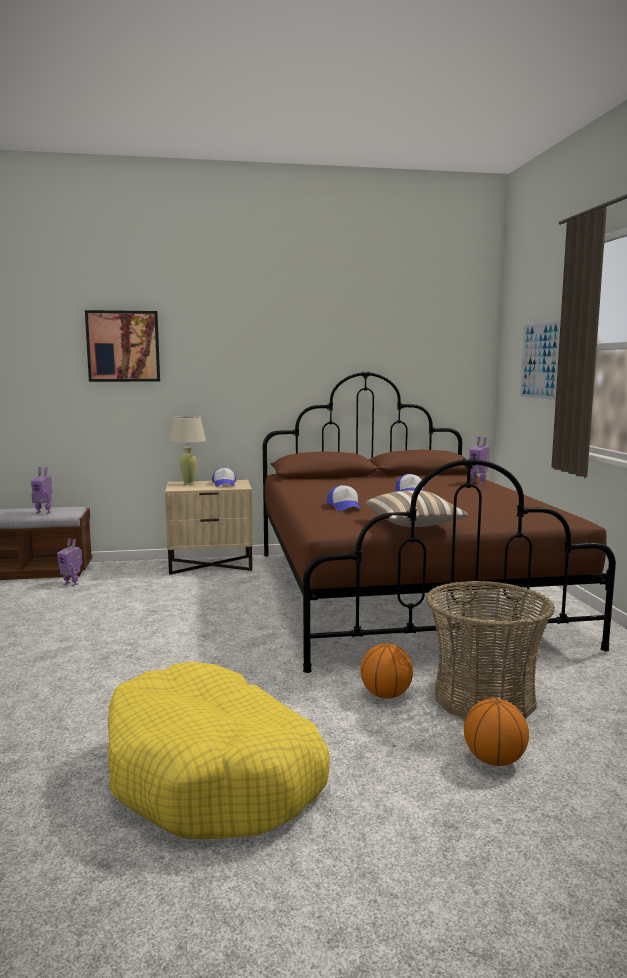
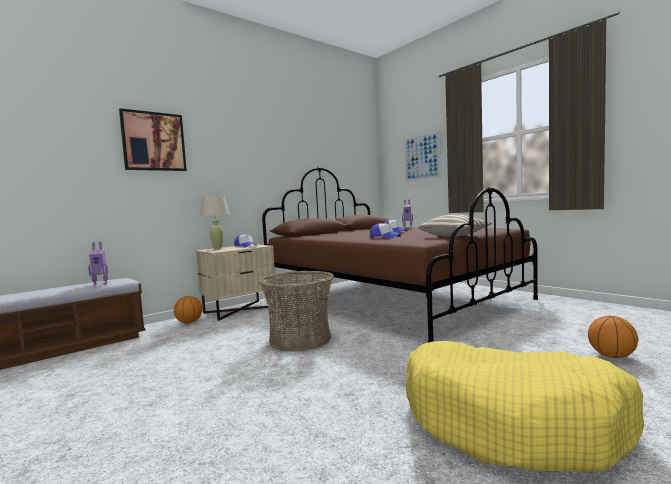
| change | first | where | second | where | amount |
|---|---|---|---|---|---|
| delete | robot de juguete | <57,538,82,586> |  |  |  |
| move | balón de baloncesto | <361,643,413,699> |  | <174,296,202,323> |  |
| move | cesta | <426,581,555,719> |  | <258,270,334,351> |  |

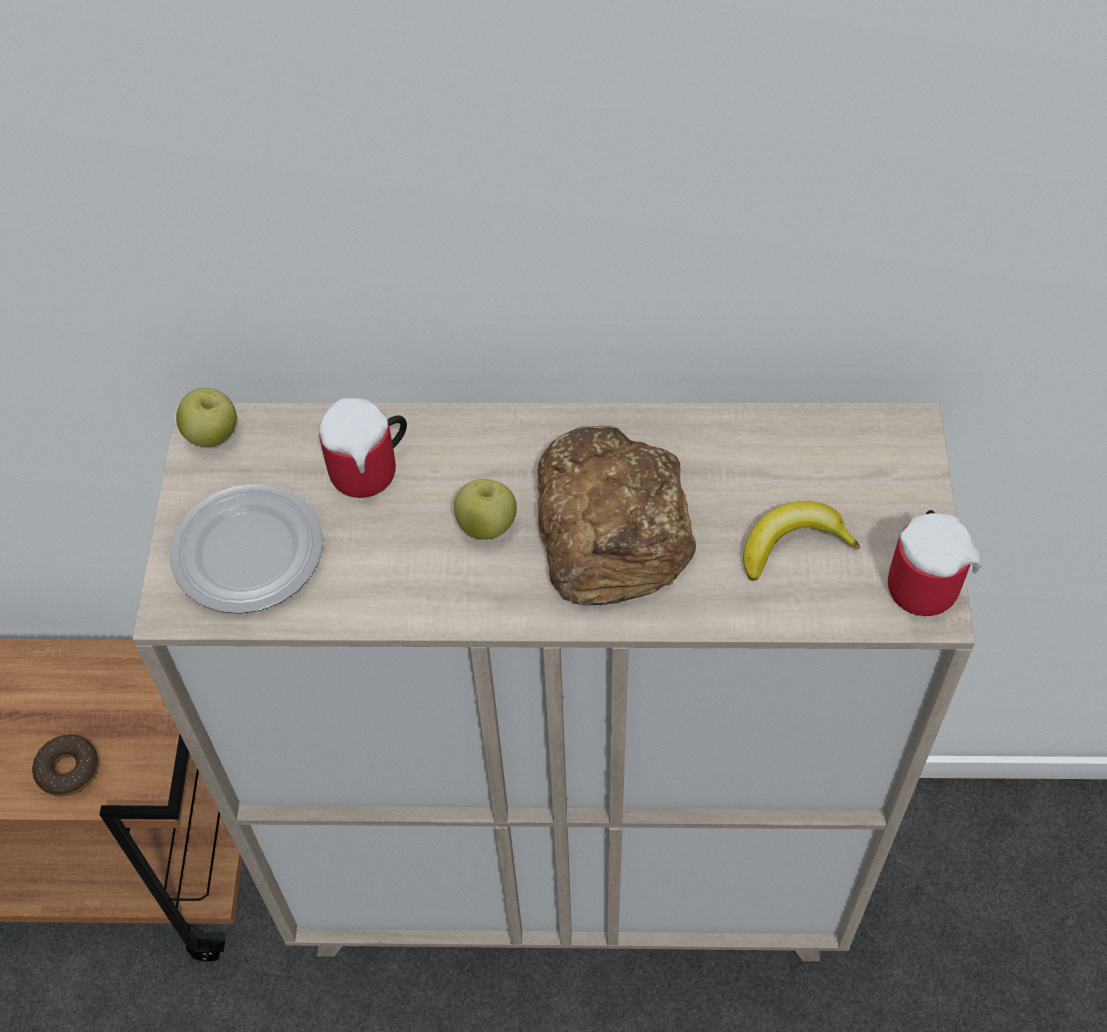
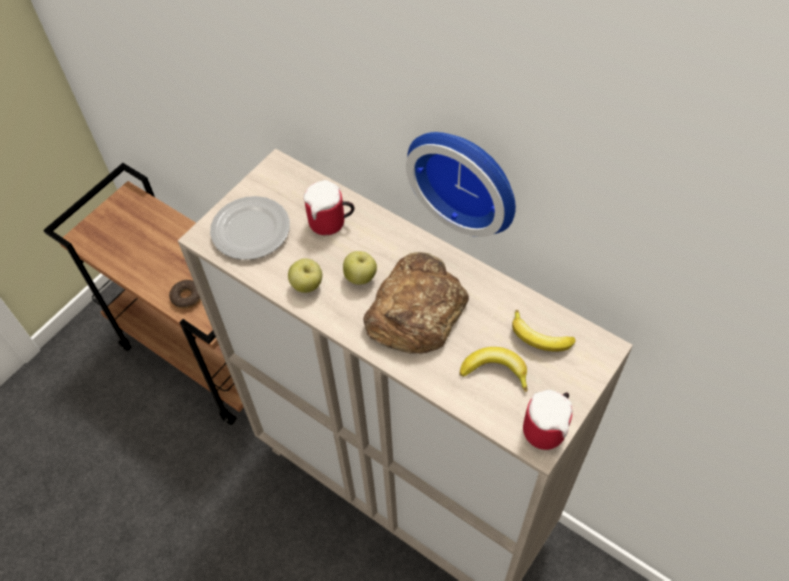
| change | first | where | second | where | amount |
|---|---|---|---|---|---|
| insert |  |  | reloj de pared | <406,132,516,237> |  |
| insert |  |  | plátano | <512,310,576,351> |  |
| move | manzana | <176,388,237,447> |  | <288,258,322,293> |  |

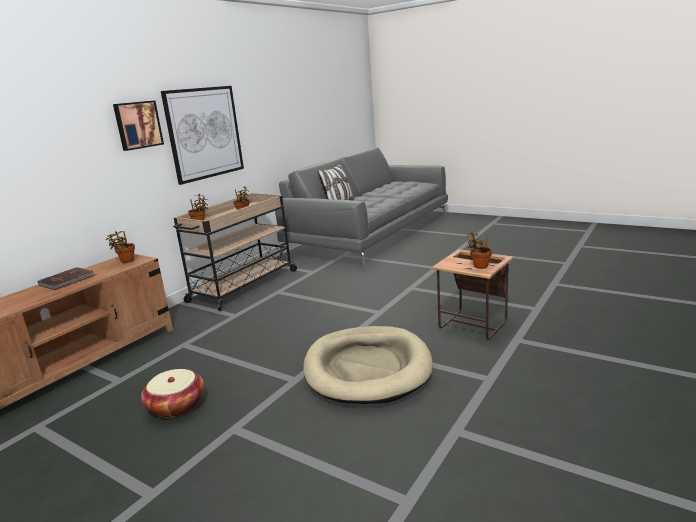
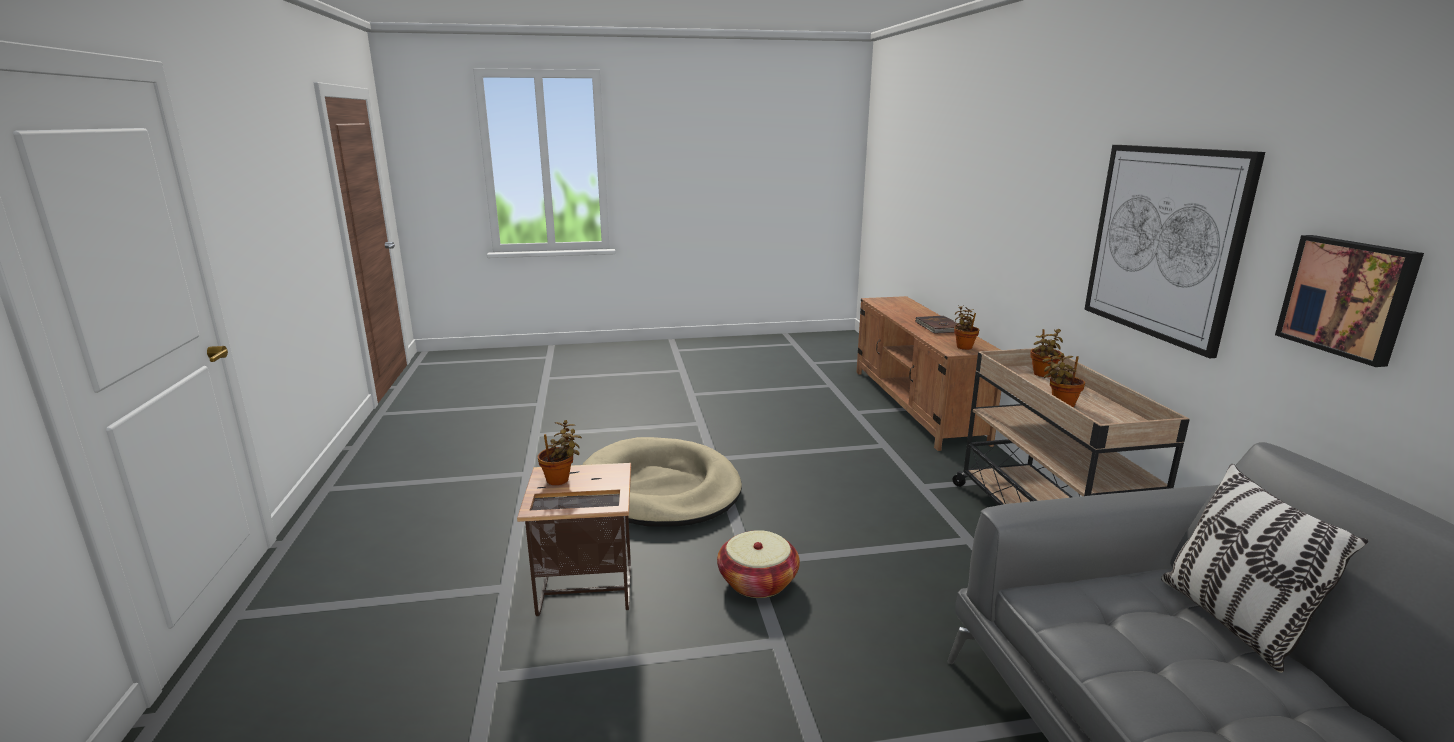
| change | first | where | second | where | amount |
|---|---|---|---|---|---|
| move | cuadro | <113,100,164,151> |  | <1275,235,1424,367> |  |
| move | cesta | <141,369,204,418> |  | <717,530,800,598> |  |

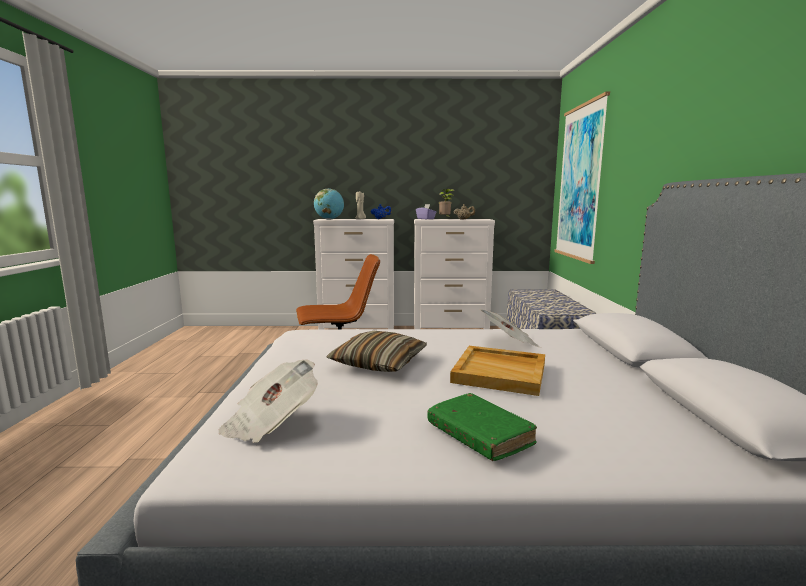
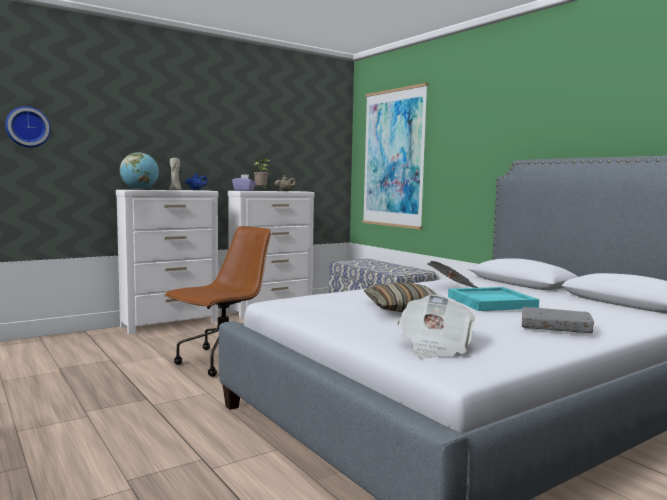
| change | first | where | second | where | amount |
|---|---|---|---|---|---|
| insert |  |  | reloj de pared | <5,106,51,148> |  |
| recolor | libro (verde) | <427,393,537,461> | libro (gris) | <522,307,594,334> |  |
| recolor | bandeja (beis) | <450,346,545,396> | bandeja (turquesa) | <448,287,539,311> |  |

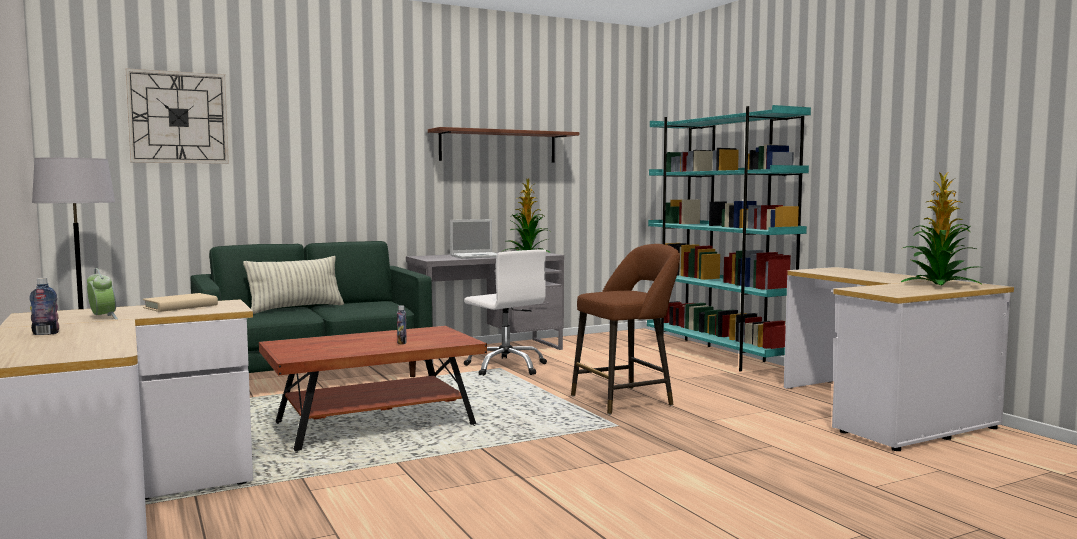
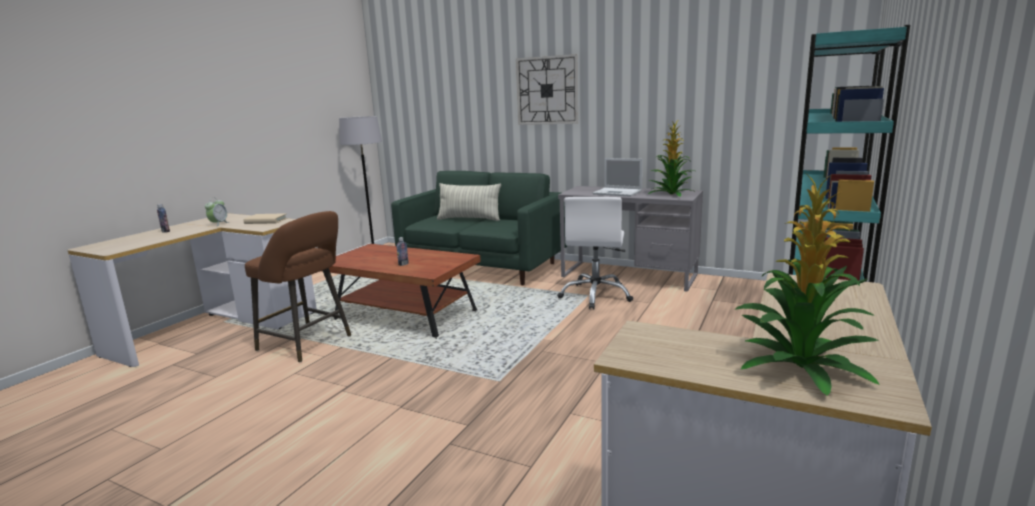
| change | first | where | second | where | amount |
|---|---|---|---|---|---|
| delete | estante | <428,127,579,163> |  |  |  |
| move | reloj de pared | <126,68,229,164> |  | <516,54,578,125> |  |
| move | taburete (marrón) | <571,244,680,415> |  | <245,211,351,363> |  |

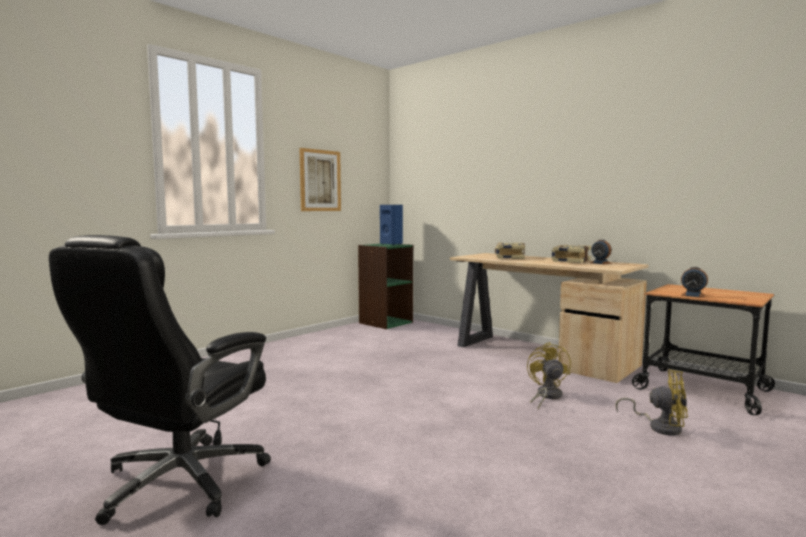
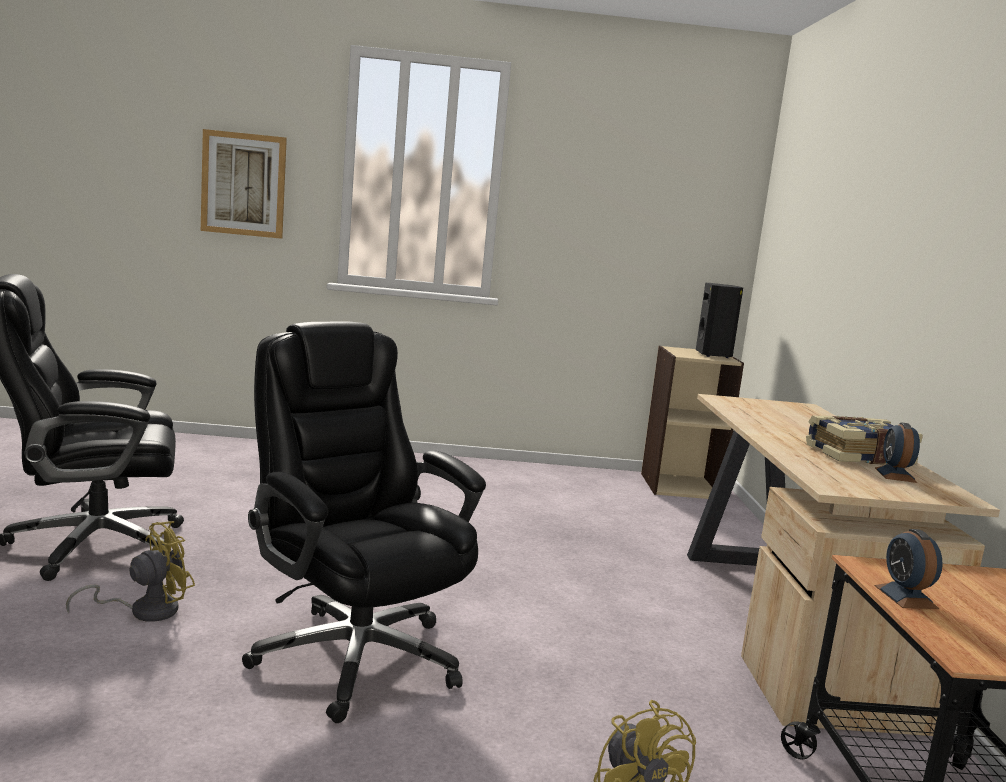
| change | first | where | second | where | amount |
|---|---|---|---|---|---|
| delete | libro | <495,243,525,259> |  |  |  |
| insert |  |  | silla de oficina (negro) | <242,321,486,723> |  |
| move | cuadro | <299,148,341,211> |  | <201,129,287,239> |  |
| move | ventilador (amarillo) | <527,342,571,409> |  | <66,521,195,622> |  |
| recolor | estantería (verde) | <358,244,413,329> | estantería (beis) | <641,346,744,499> |  |
| recolor | altavoz (azul) | <380,205,403,245> | altavoz (negro) | <696,283,743,358> |  |

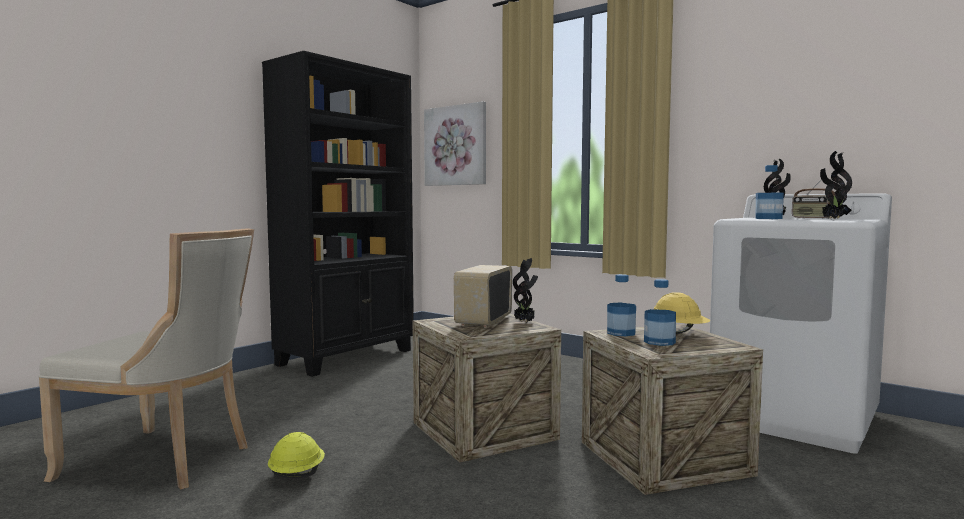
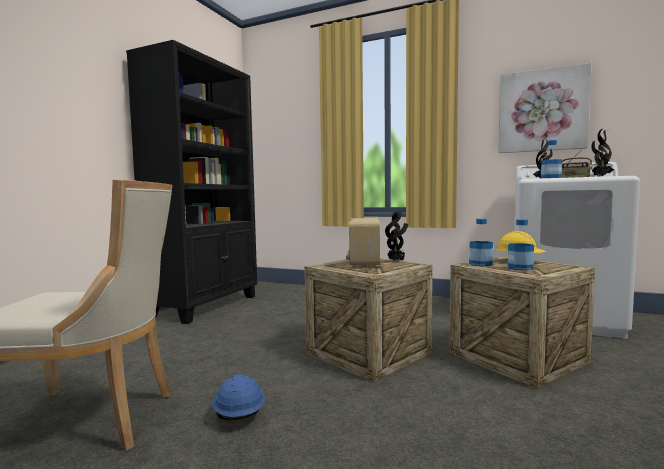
| change | first | where | second | where | amount |
|---|---|---|---|---|---|
| move | cuadro | <424,101,486,186> |  | <499,63,591,153> |  |
| recolor | casco (amarillo) | <268,432,325,478> | casco (azul) | <212,374,265,420> |  |

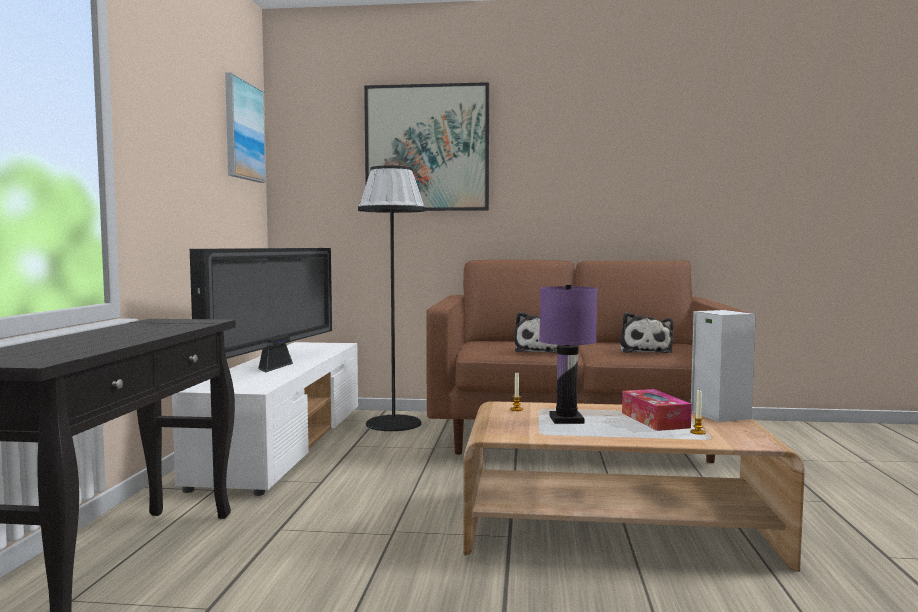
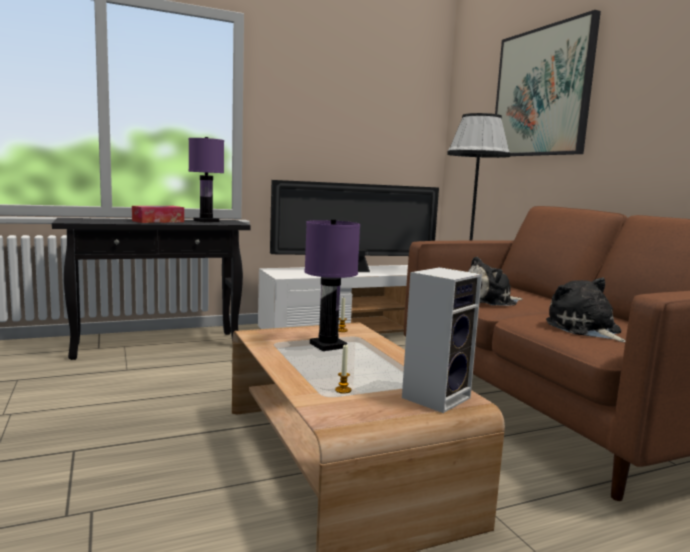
| change | first | where | second | where | amount |
|---|---|---|---|---|---|
| delete | cuadro | <225,72,266,183> |  |  |  |
| insert |  |  | lámpara de mesa (morado) | <189,137,224,222> |  |
| move | caja de pañuelos | <622,389,692,431> |  | <132,206,184,223> |  |
| rotate | peluche | <620,312,674,353> |  | <546,278,626,342> | 90 degrees clockwise |

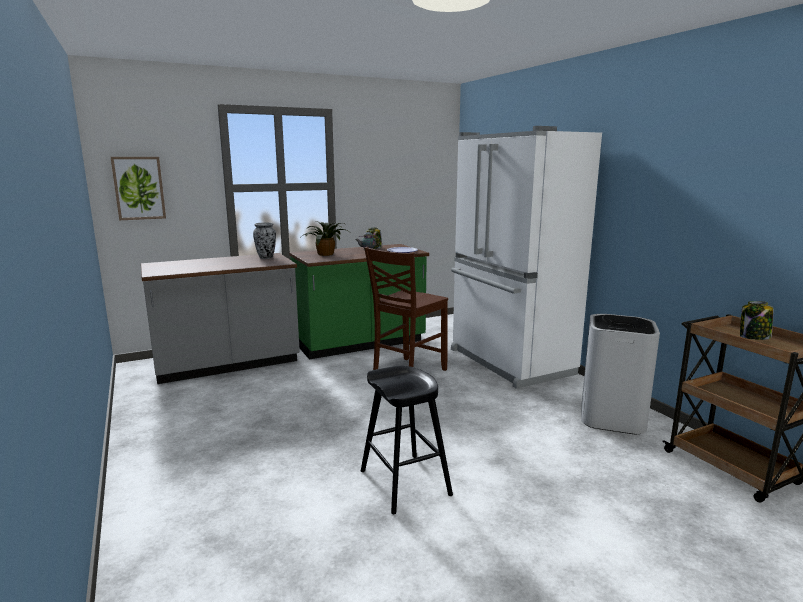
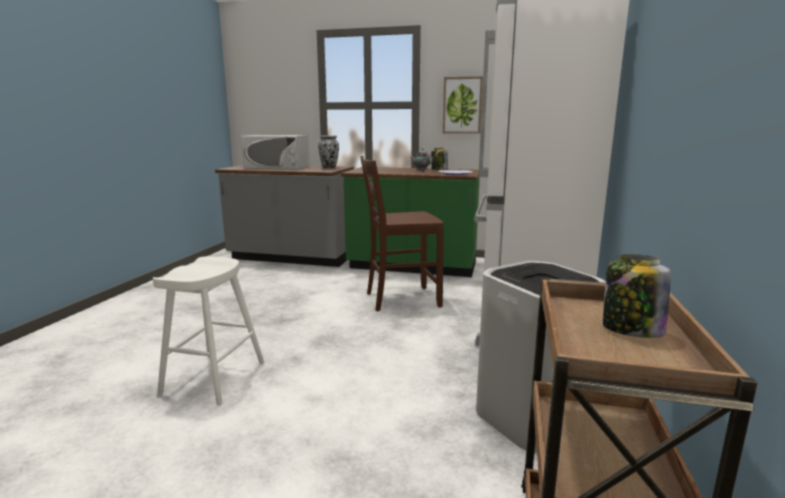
| change | first | where | second | where | amount |
|---|---|---|---|---|---|
| delete | planta en maceta | <299,221,347,256> |  |  |  |
| insert |  |  | microondas (blanco) | <241,135,310,169> |  |
| move | cuadro | <111,157,166,220> |  | <443,76,483,134> |  |
| recolor | taburete (negro) | <361,366,453,514> | taburete (blanco) | <153,257,265,406> |  |

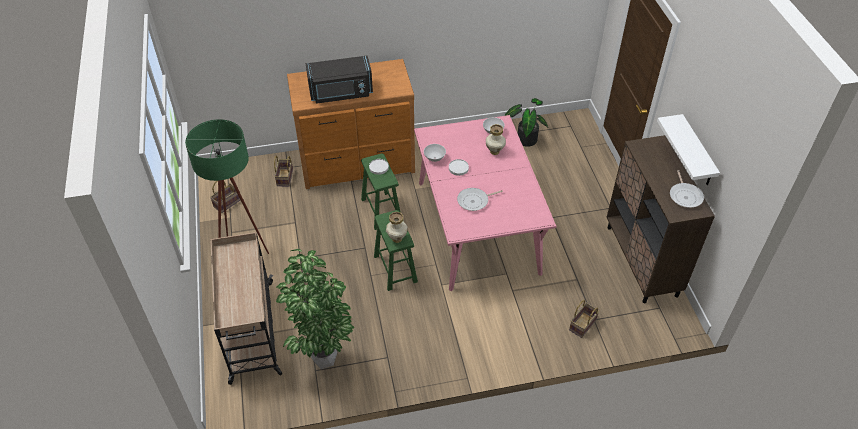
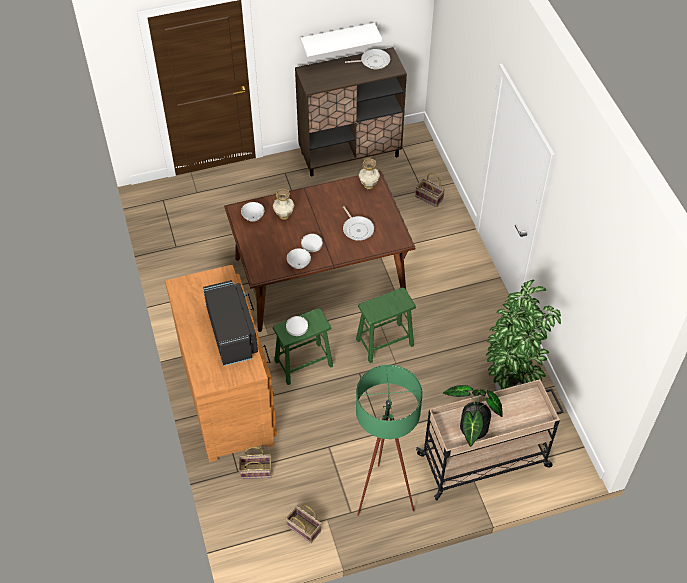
| change | first | where | second | where | amount |
|---|---|---|---|---|---|
| move | florero | <386,212,408,243> |  | <359,159,380,189> |  |
| move | planta en maceta | <504,98,548,147> |  | <443,385,502,447> |  |
| recolor | mesa de comedor (rosa) | <414,115,556,291> | mesa de comedor (marrón) | <224,170,416,332> |  |

